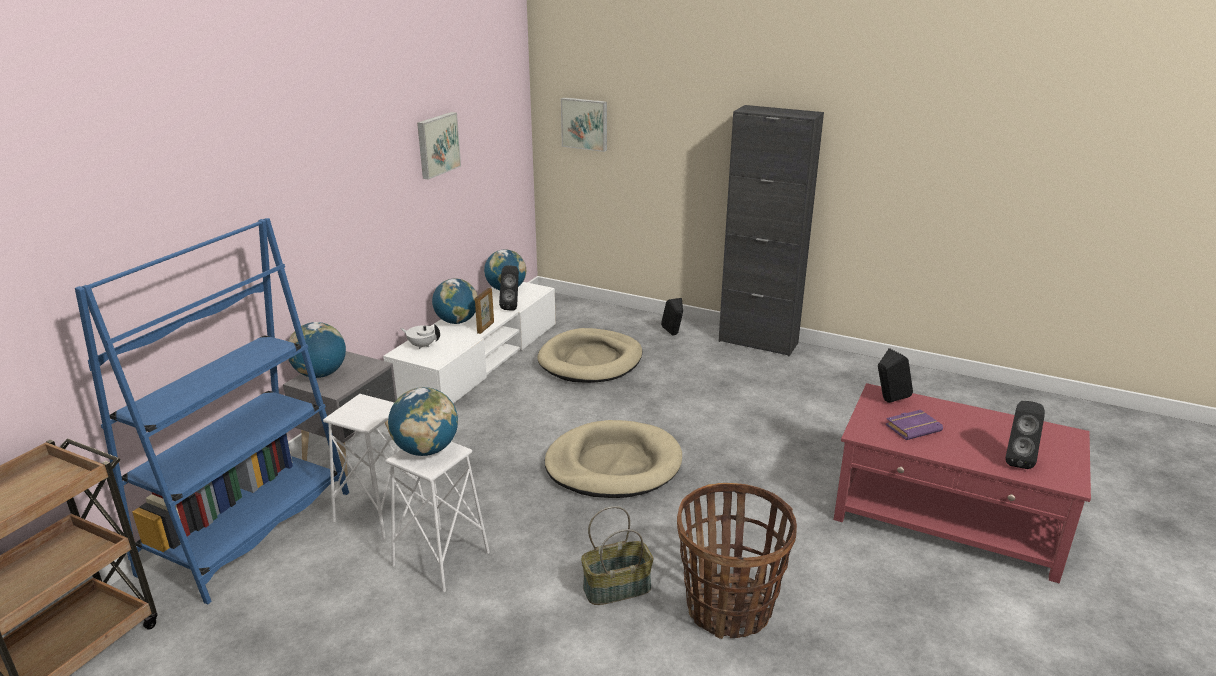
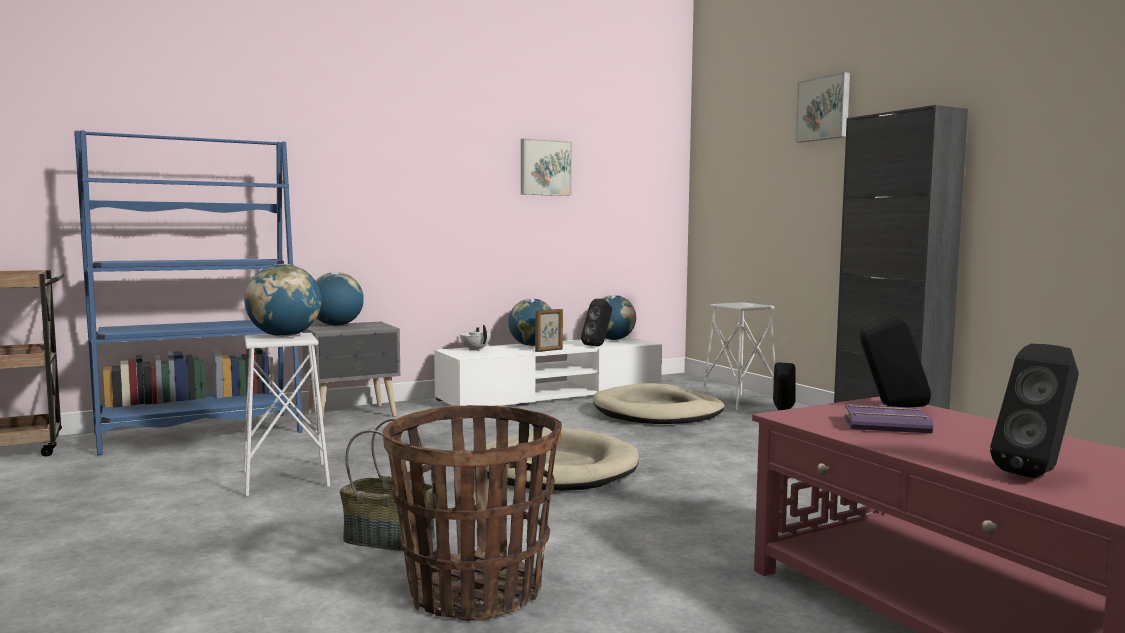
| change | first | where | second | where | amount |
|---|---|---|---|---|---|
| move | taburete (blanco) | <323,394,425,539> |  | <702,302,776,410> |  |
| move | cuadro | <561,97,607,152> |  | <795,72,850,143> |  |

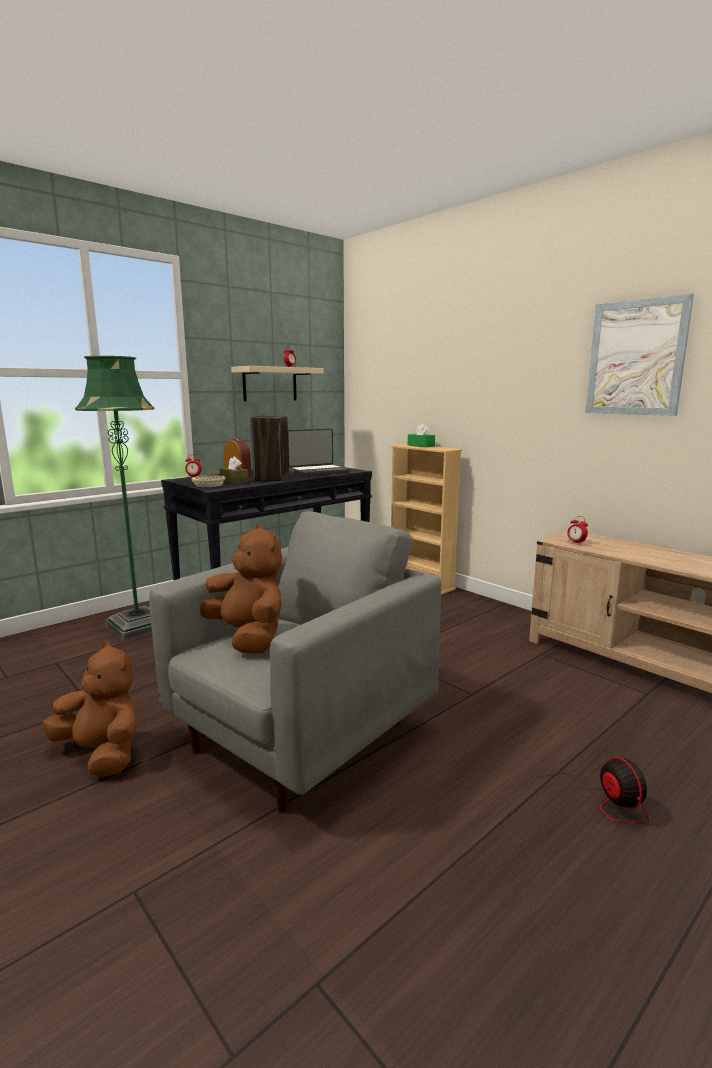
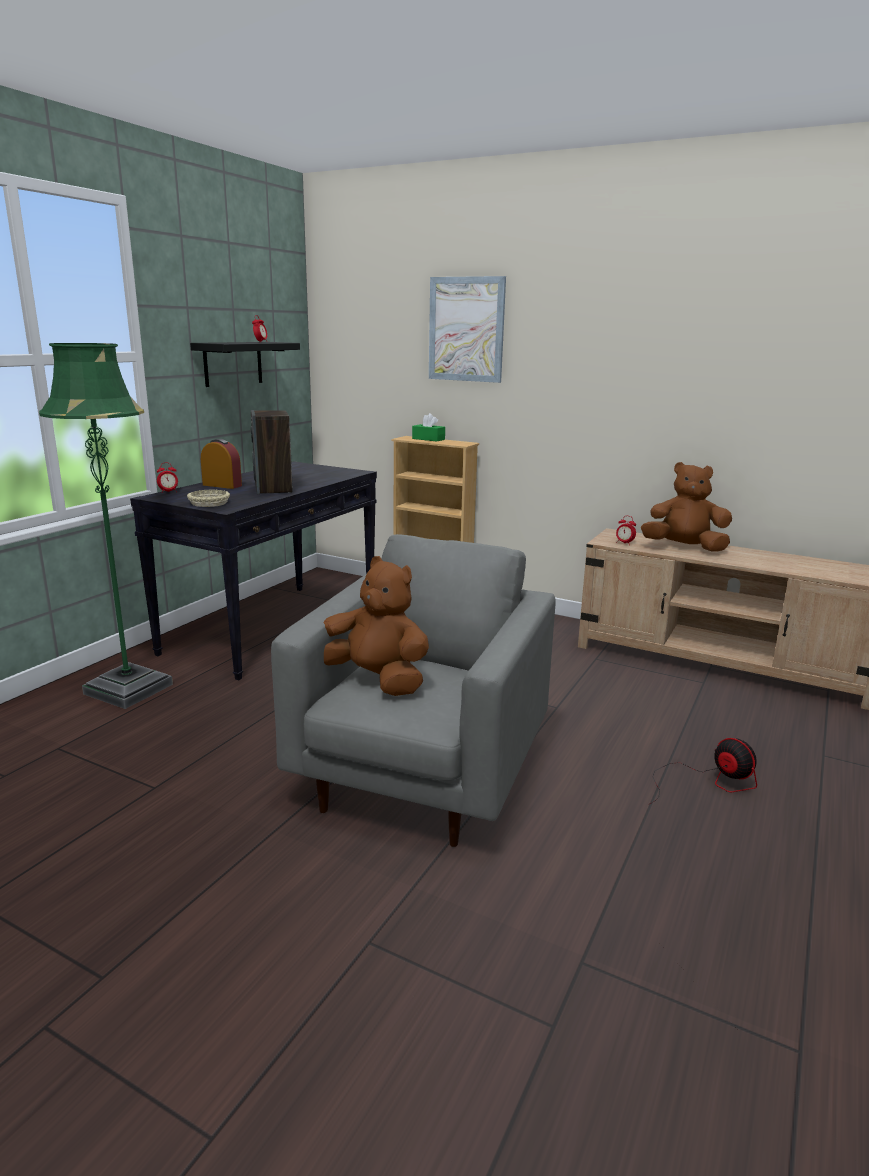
| change | first | where | second | where | amount |
|---|---|---|---|---|---|
| delete | caja de pañuelos (marrón) | <219,457,249,484> |  |  |  |
| delete | portátil | <288,429,350,476> |  |  |  |
| move | peluche (marrón) | <42,641,136,777> |  | <641,462,732,552> |  |
| move | cuadro | <585,294,694,416> |  | <429,276,506,383> |  |
| recolor | estante (beis) | <231,366,324,401> | estante (negro) | <190,342,300,387> |  |

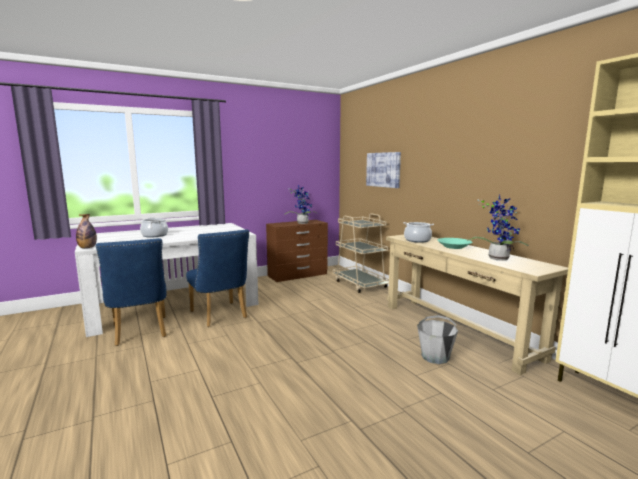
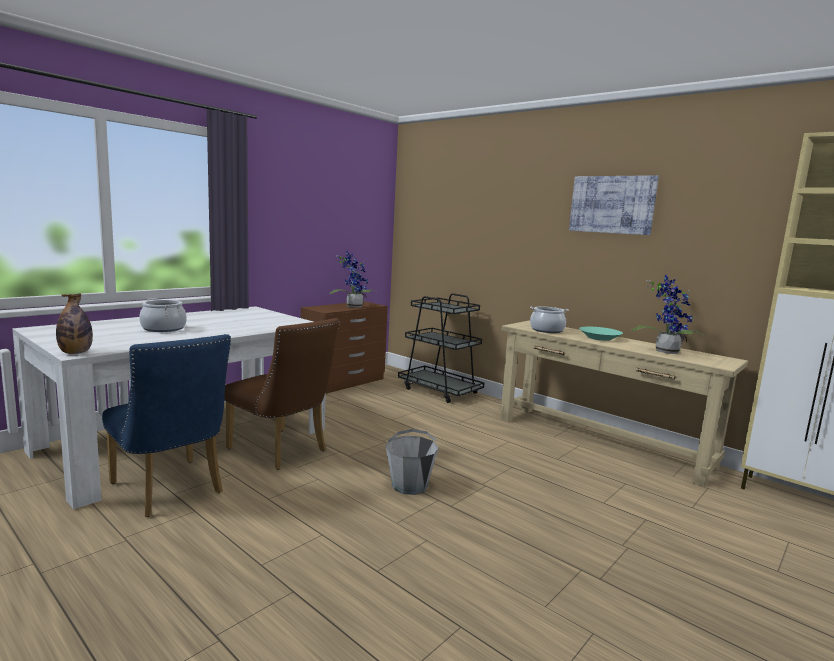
| change | first | where | second | where | amount |
|---|---|---|---|---|---|
| move | cuadro | <366,152,401,188> |  | <569,175,659,235> |  |
| move | cubo (gris) | <417,315,458,364> |  | <385,429,439,495> |  |
| recolor | silla (azul) | <186,229,249,327> | silla (marrón) | <224,318,340,470> |  |
| recolor | carrito (beis) | <333,213,389,293> | carrito (negro) | <398,293,485,403> |  |

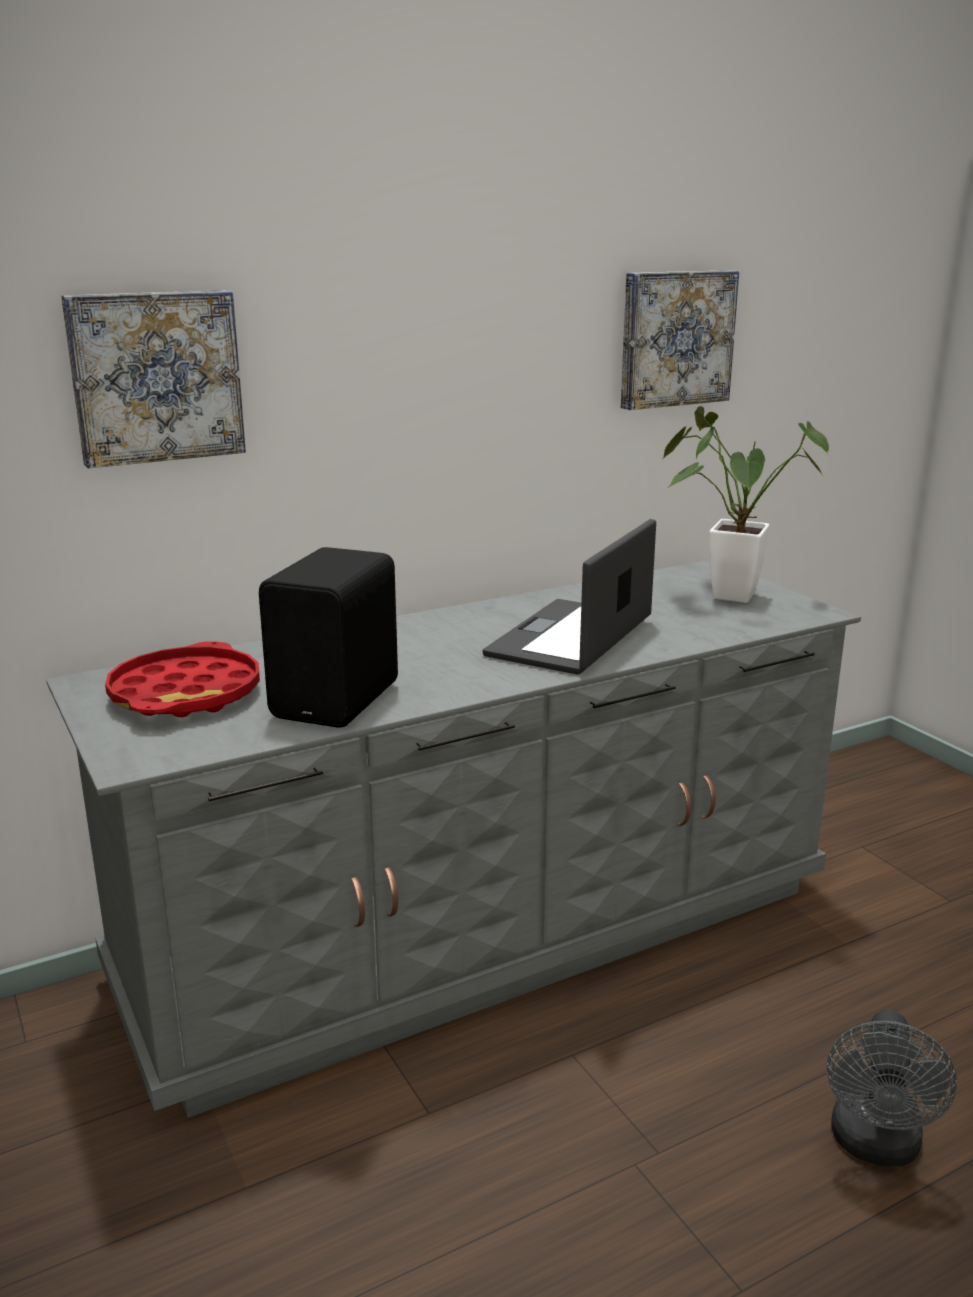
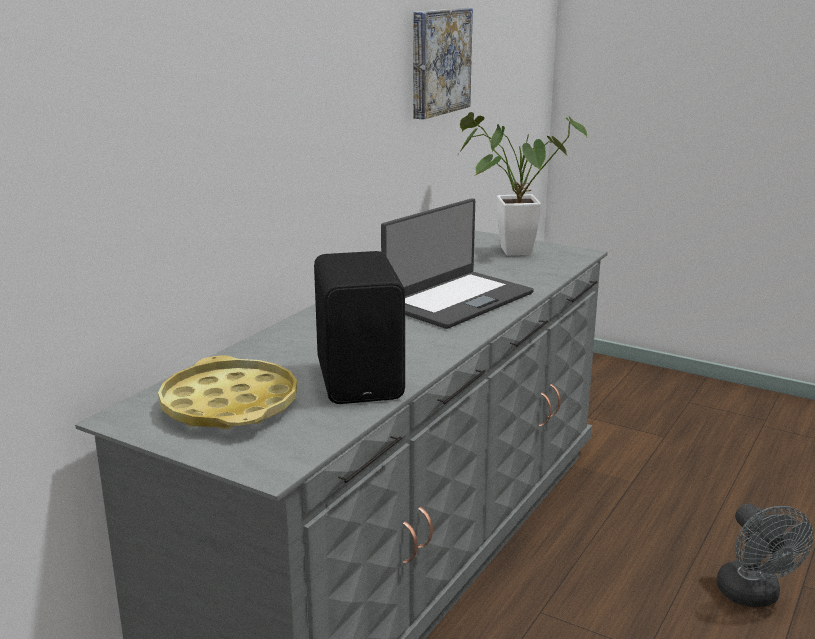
| change | first | where | second | where | amount |
|---|---|---|---|---|---|
| delete | cuadro | <61,290,246,468> |  |  |  |
| recolor | bandeja (rojo) | <105,642,260,717> | bandeja (amarillo) | <158,355,297,430> |  |
| rotate | portátil | <483,519,656,675> |  | <381,198,534,329> | 135 degrees counterclockwise |

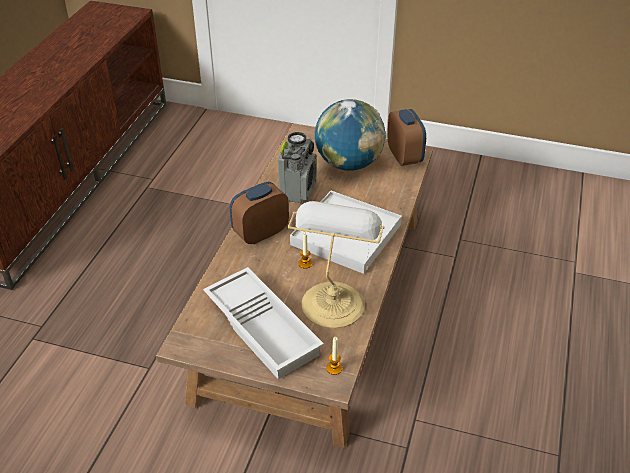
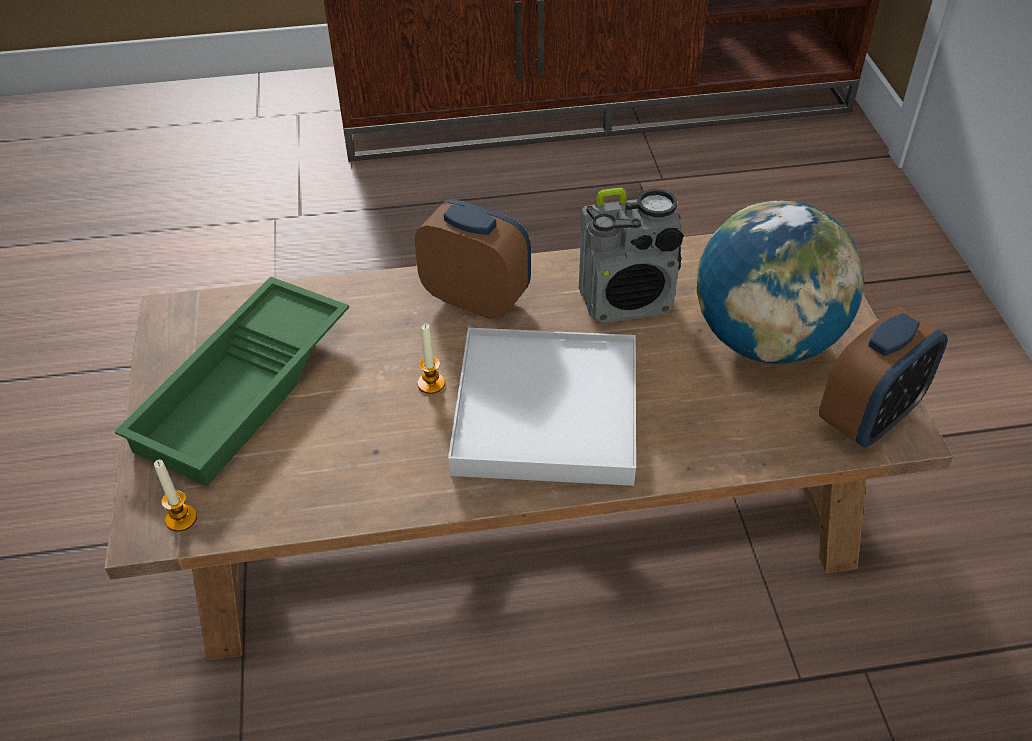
| change | first | where | second | where | amount |
|---|---|---|---|---|---|
| delete | lámpara de mesa | <288,201,385,329> |  |  |  |
| recolor | bandeja (blanco) | <203,267,324,380> | bandeja (verde) | <115,277,349,486> |  |

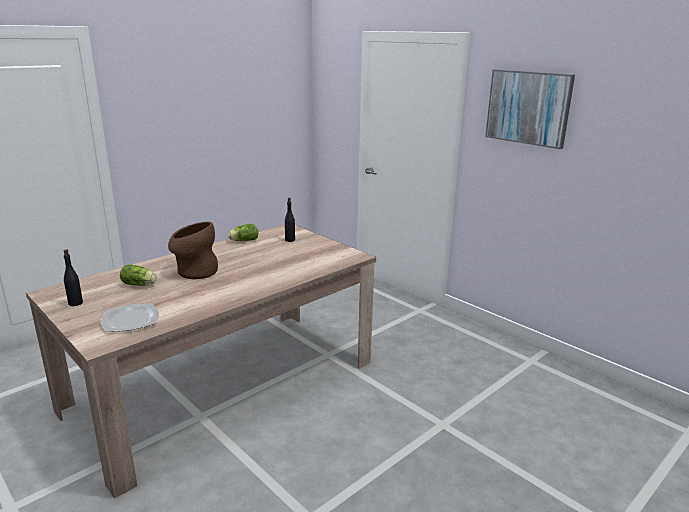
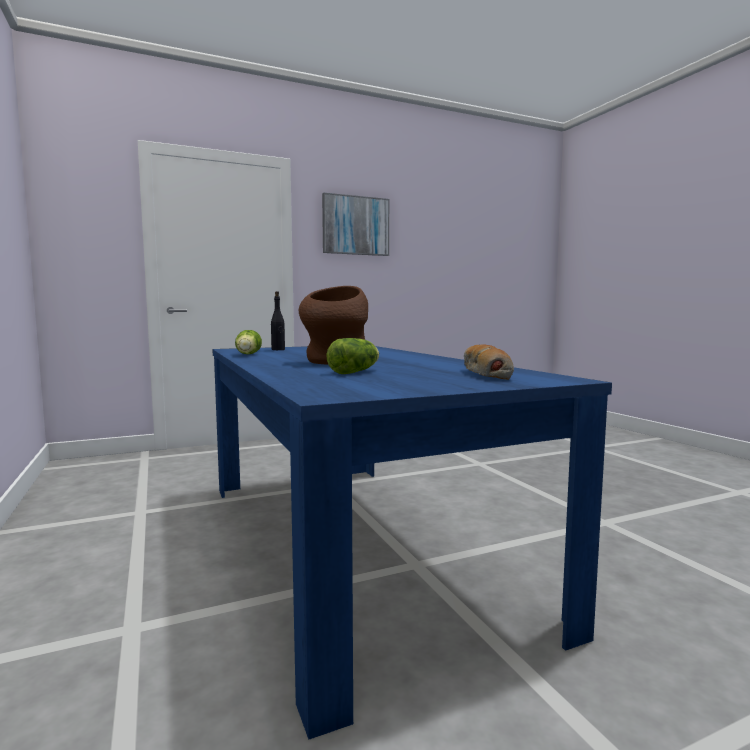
| change | first | where | second | where | amount |
|---|---|---|---|---|---|
| delete | botella (negro) | <64,249,83,306> |  |  |  |
| replace | plato | <101,304,159,332> | pan | <464,344,514,380> |  |
| recolor | mesa de comedor (beis) | <26,224,376,498> | mesa de comedor (azul) | <212,346,612,739> |  |

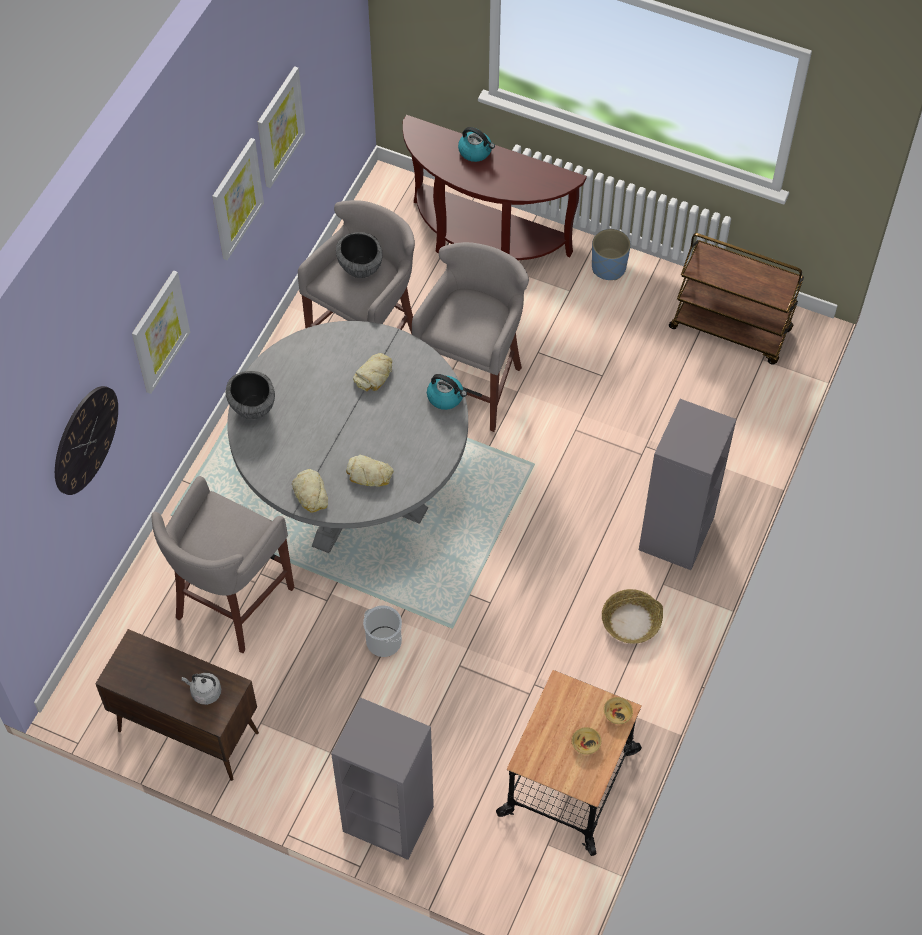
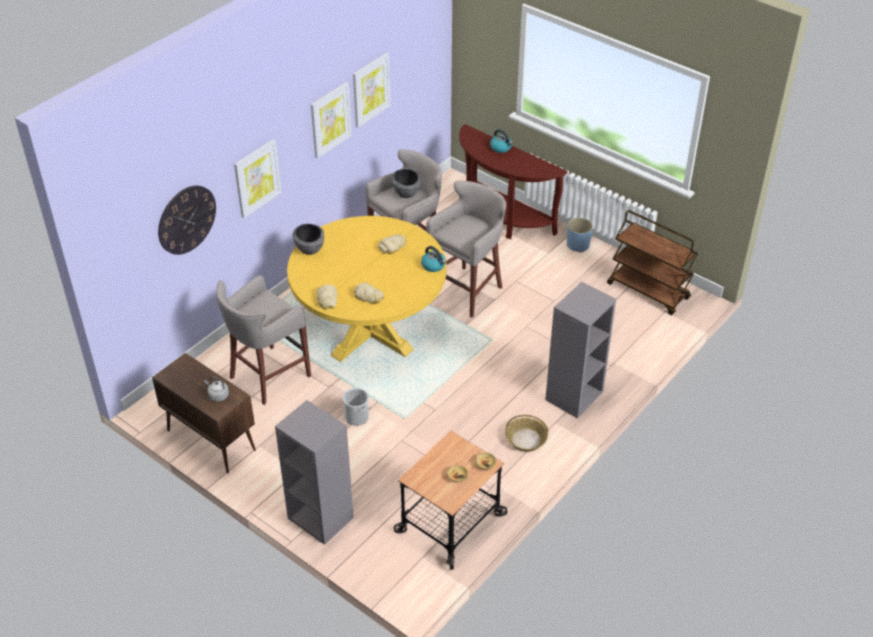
| change | first | where | second | where | amount |
|---|---|---|---|---|---|
| recolor | mesa de comedor (gris) | <227,321,468,553> | mesa de comedor (amarillo) | <287,216,447,362> |  |

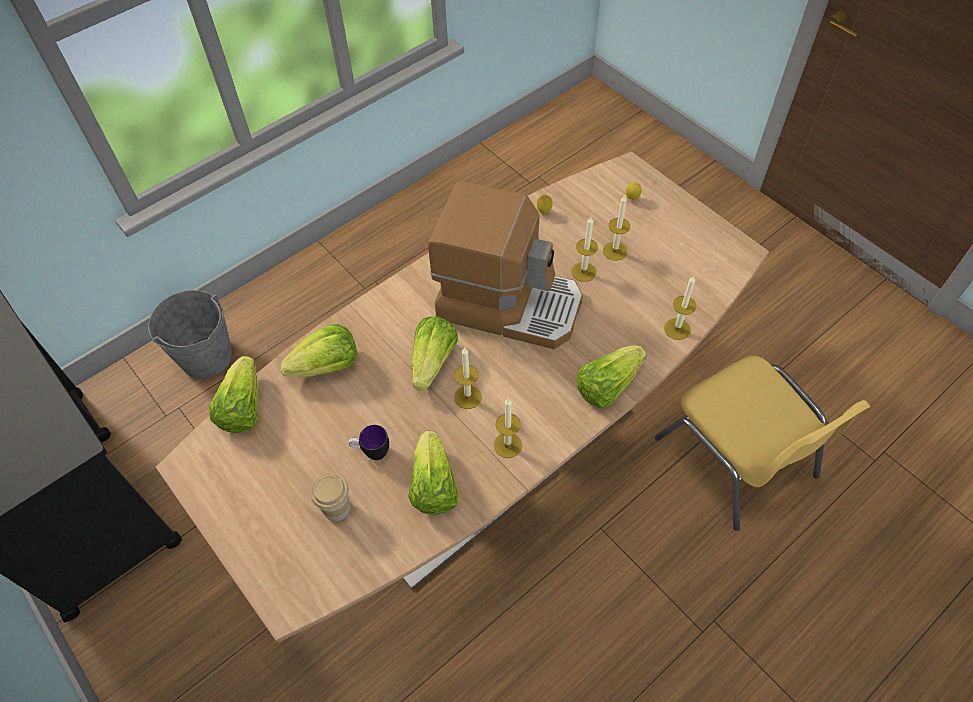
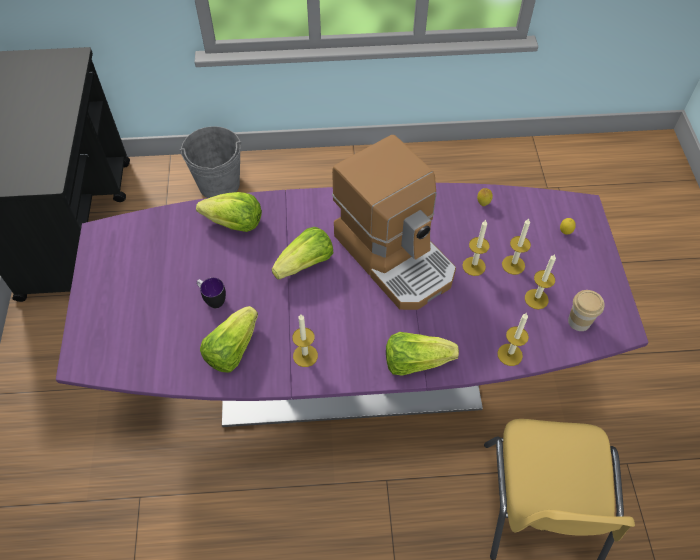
| change | first | where | second | where | amount |
|---|---|---|---|---|---|
| delete | lechuga | <209,356,258,433> |  |  |  |
| move | taza | <311,473,350,521> |  | <568,290,605,331> |  |
| move | vela | <454,347,482,409> |  | <525,254,556,309> |  |
| recolor | mesa de comedor (marrón) | <156,152,769,643> | mesa de comedor (morado) | <56,183,649,427> |  |

